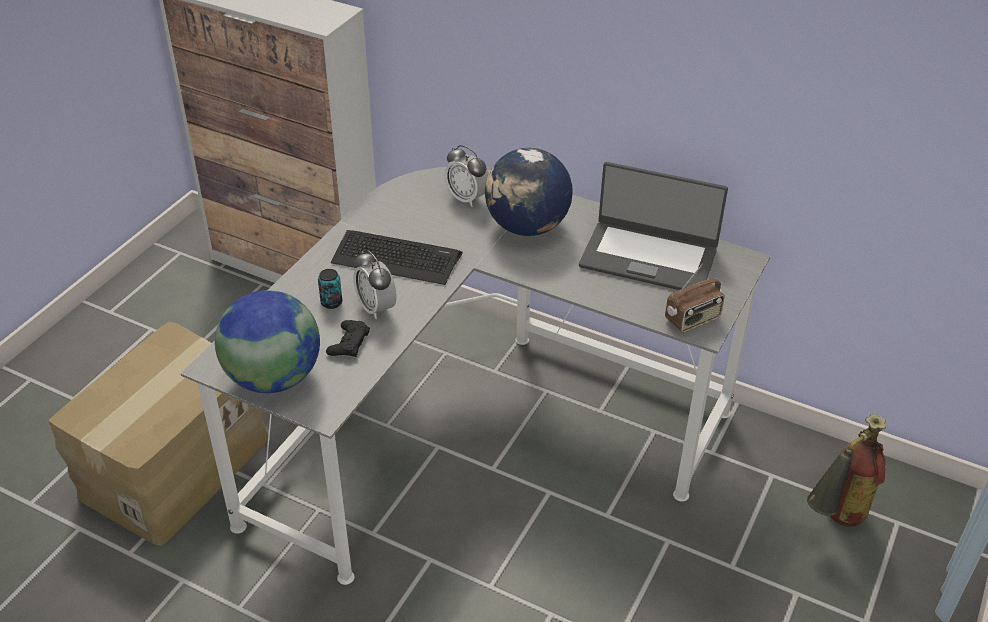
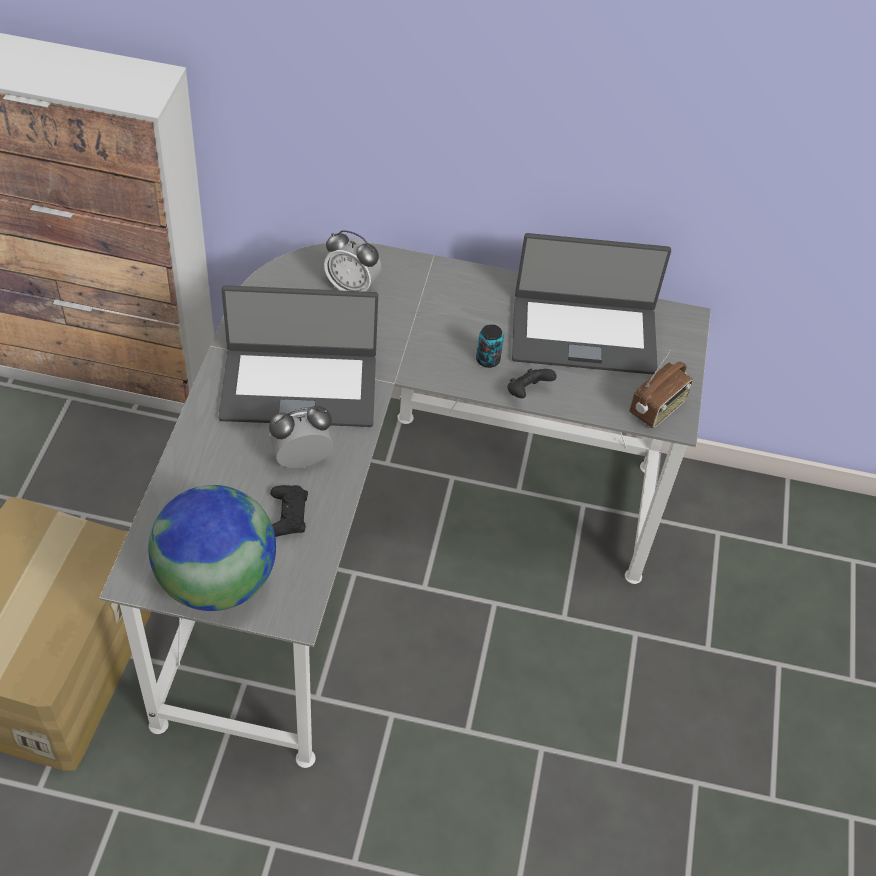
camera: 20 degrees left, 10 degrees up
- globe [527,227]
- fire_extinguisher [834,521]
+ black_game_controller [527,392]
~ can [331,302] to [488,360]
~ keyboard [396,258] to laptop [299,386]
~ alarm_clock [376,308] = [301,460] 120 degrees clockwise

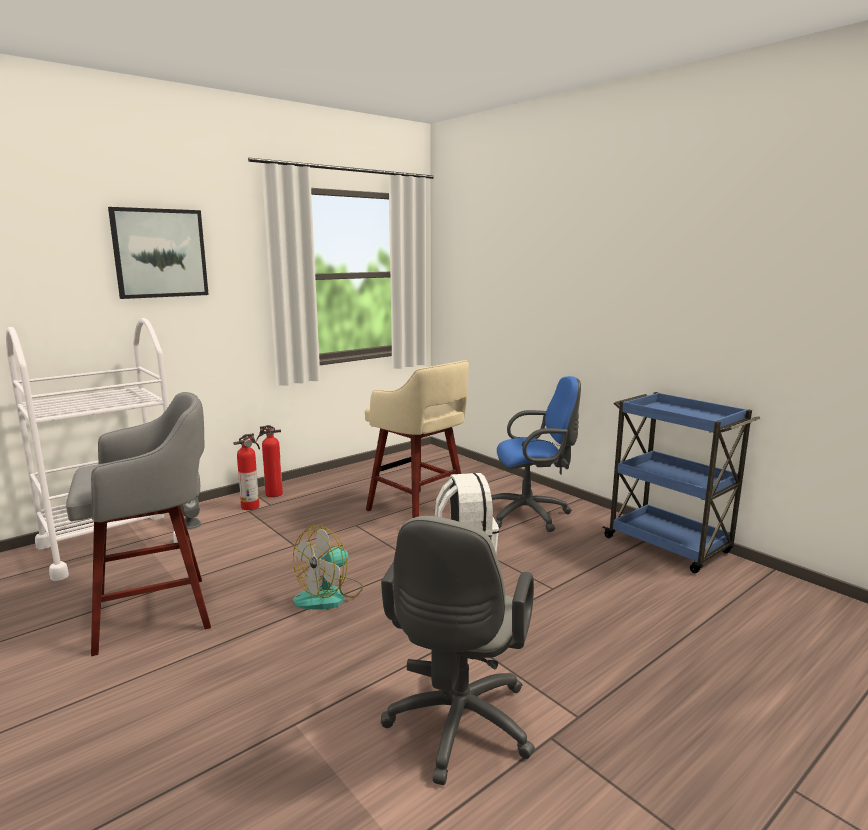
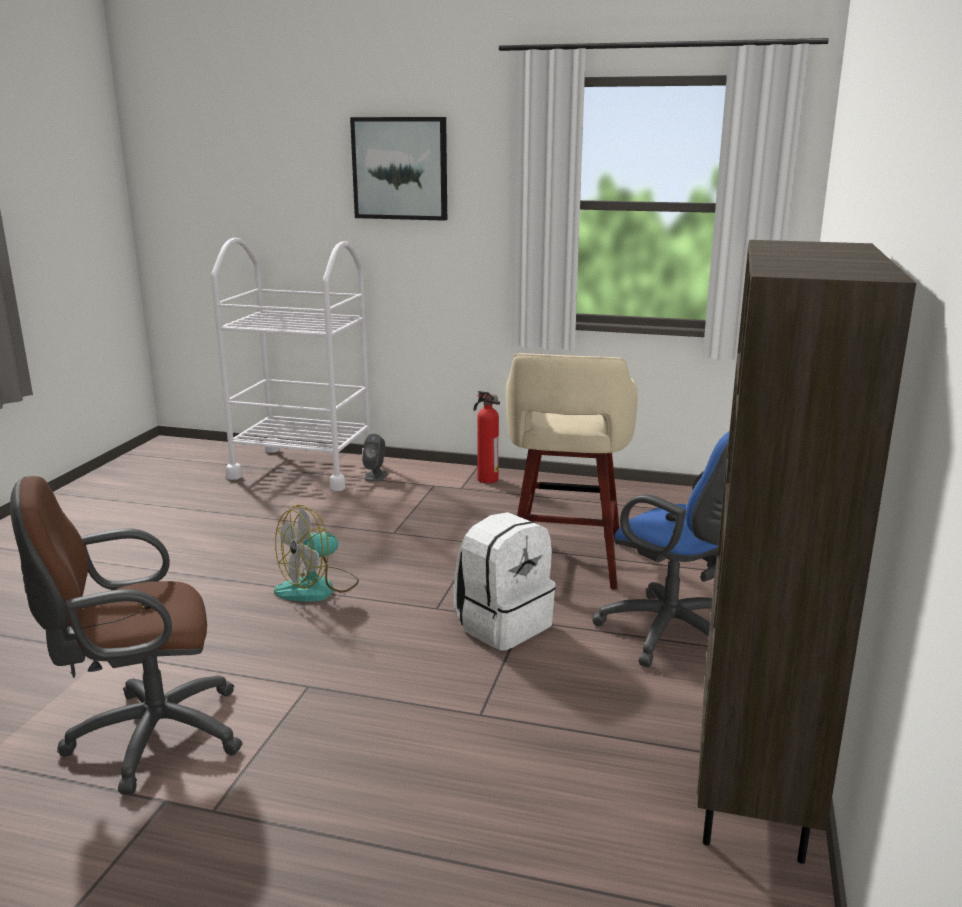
camera: 55 degrees right, 5 degrees up
- grey_stool [157,613]
- fire_extinguisher [251,506]
~ blue_cart [669,546] to brown_bookcase [755,788]
~ grey_office_chair [457,729] to brown_office_chair [147,737]
~ fan [329,595] = [317,587] 45 degrees counterclockwise

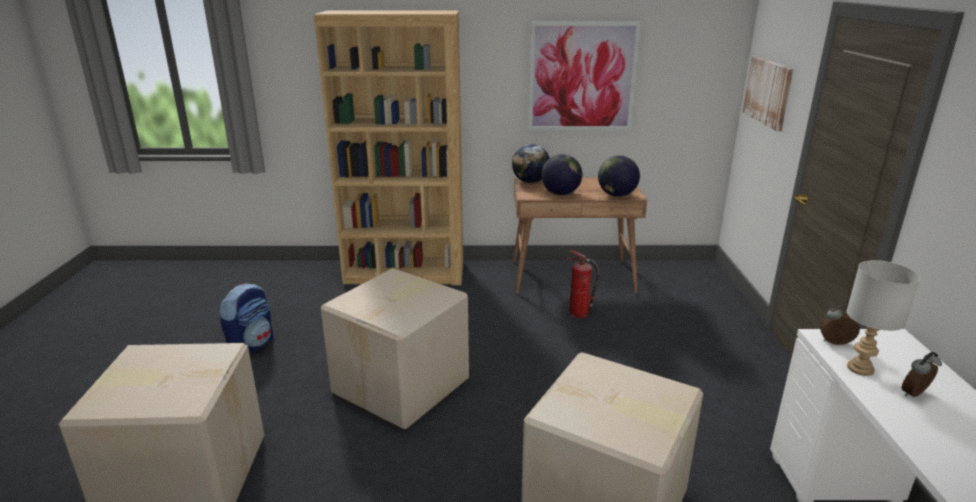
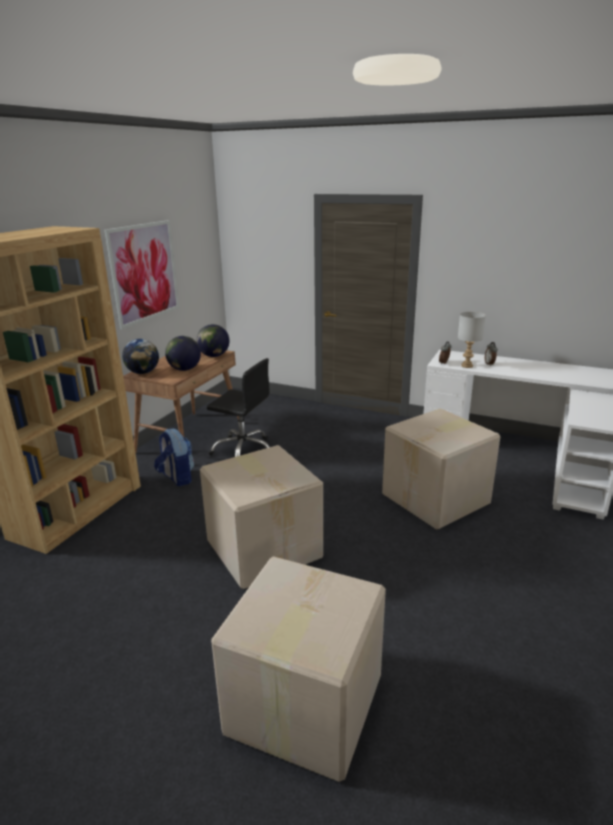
camera: 65 degrees left, 0 degrees up
- picture [768,92]
~ backpack [251,345] to [176,478]
~ fire_extinguisher [579,314] to black_office_chair [243,450]

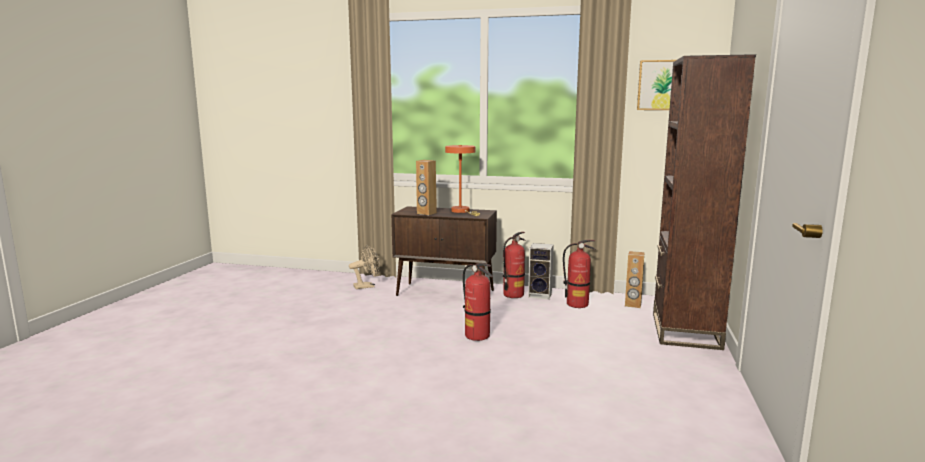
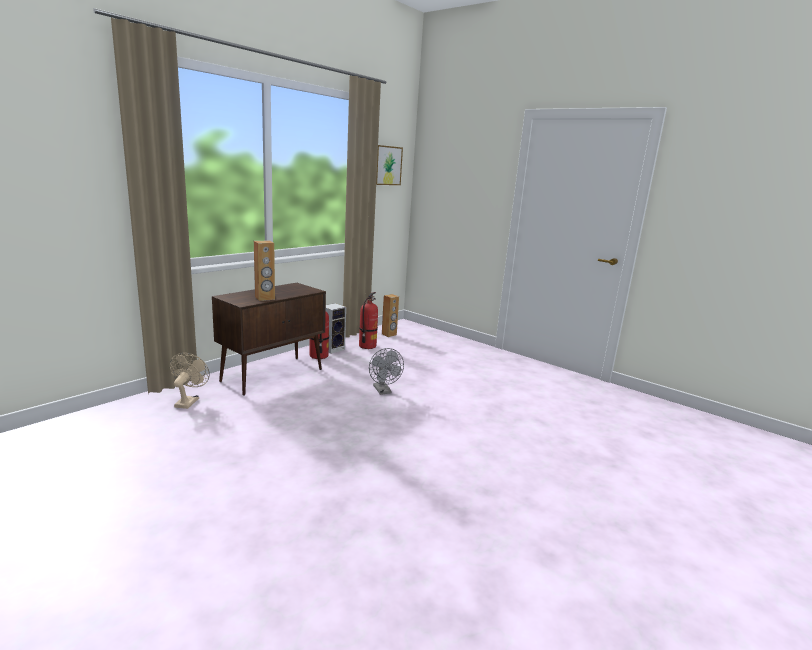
camera: 65 degrees left, 5 degrees up
- orange_table_lamp [462,211]
- brown_bookcase [685,330]
~ fire_extinguisher [477,336] to grey_fan [383,391]

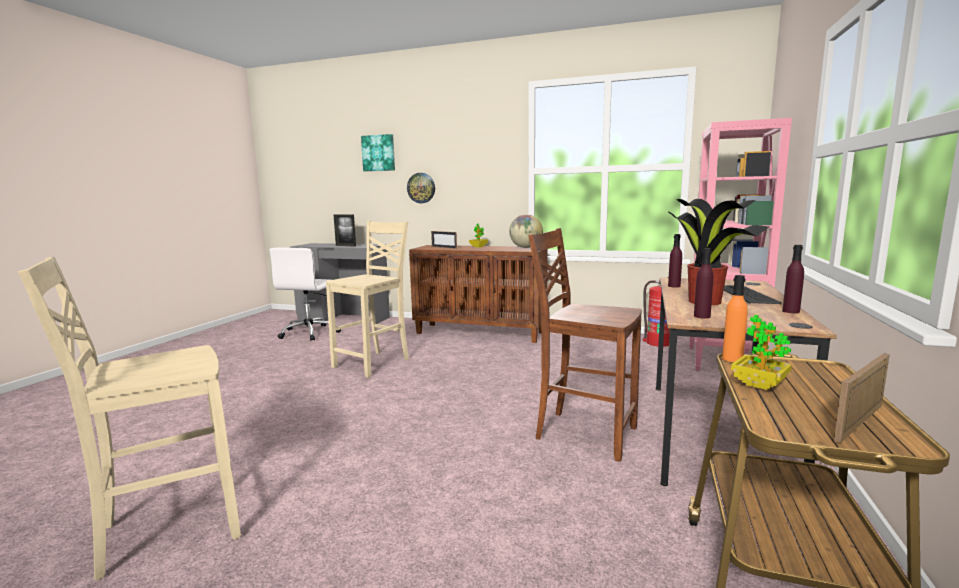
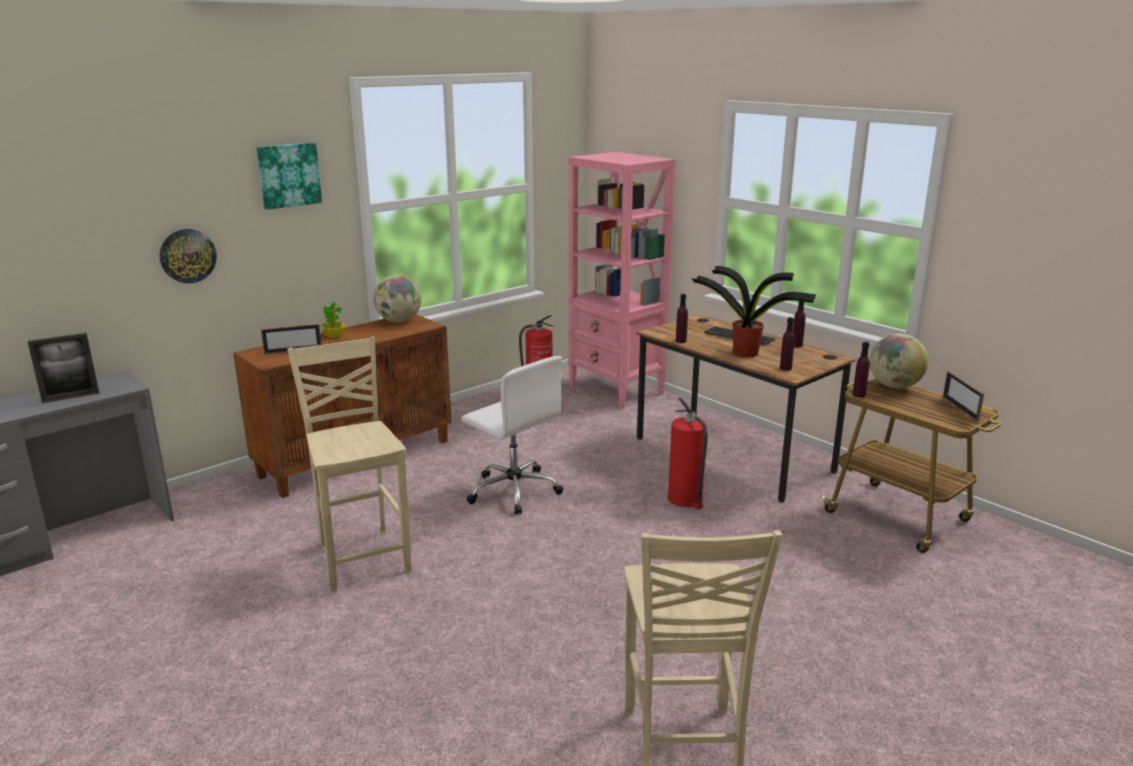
camera: 60 degrees left, 10 degrees up
- potted_plant [759,385]
+ globe [894,386]
~ white_office_chair [310,333] to [513,490]
~ picture [378,153] to [288,175]
~ brown_chair [584,433] to fire_extinguisher [685,499]
~ orange_bottle [732,359] to purple_bottle [859,395]

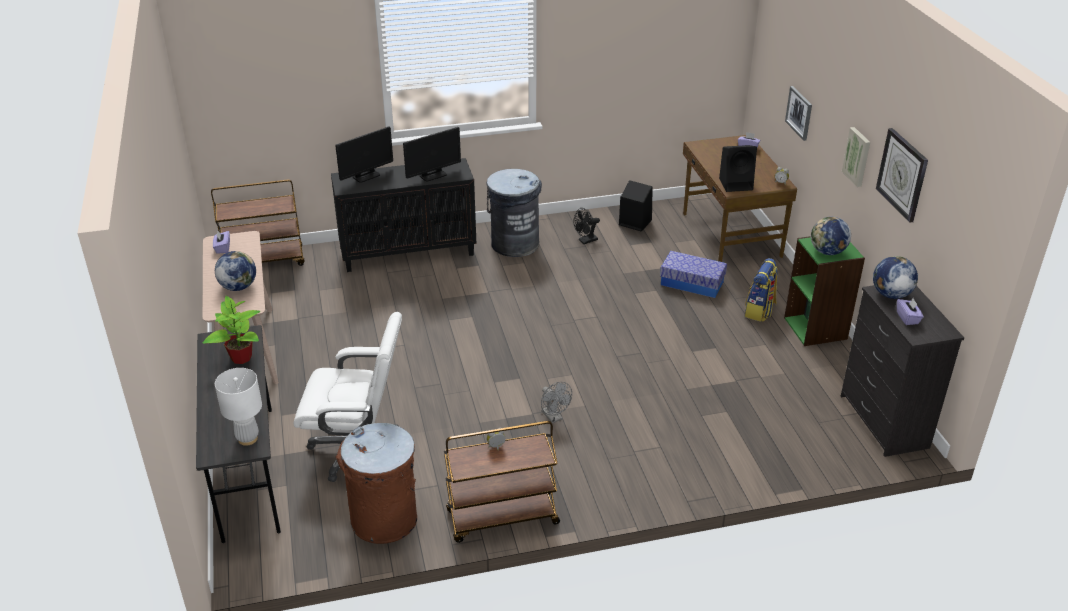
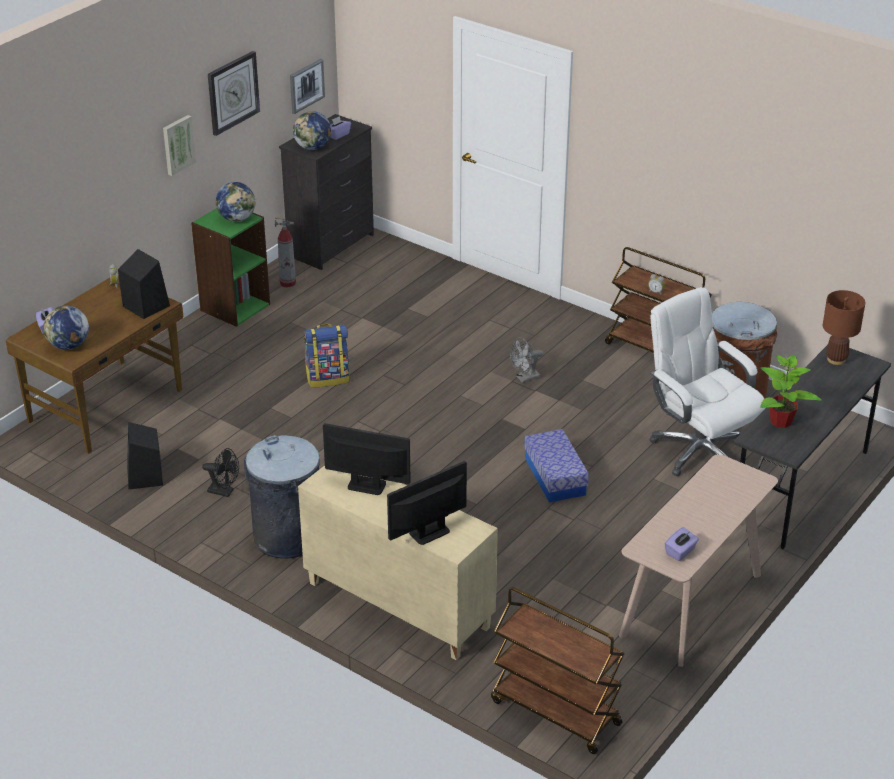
camera: 130 degrees left, 0 degrees up
+ fire_extinguisher [288,283]
~ globe [238,287] to [68,346]
~ storage_box [691,283] to [555,477]
~ backpack [760,311] to [328,378]
~ picture [799,113] to [306,85]
~ white_table_lamp [247,438] to brown_table_lamp [836,360]
~ black_cabinet [409,252] to beige_cabinet [396,605]
~ monitor [366,176] = [429,532] 45 degrees counterclockwise
~ grey_fan [554,417] = [525,378] 135 degrees counterclockwise

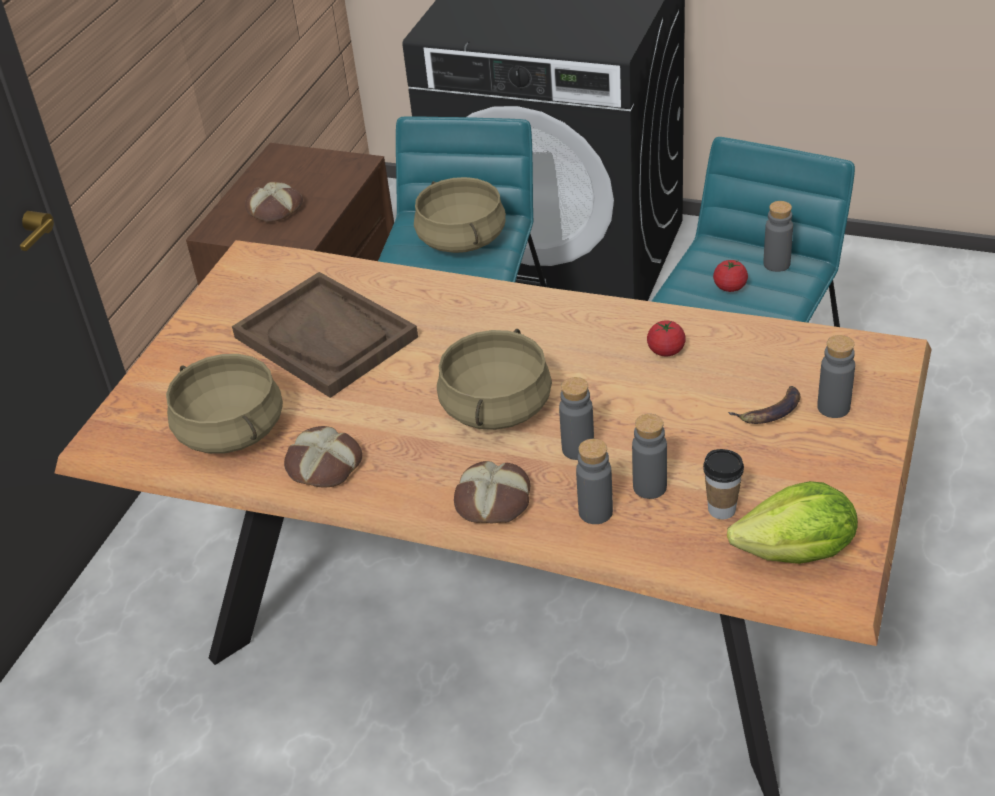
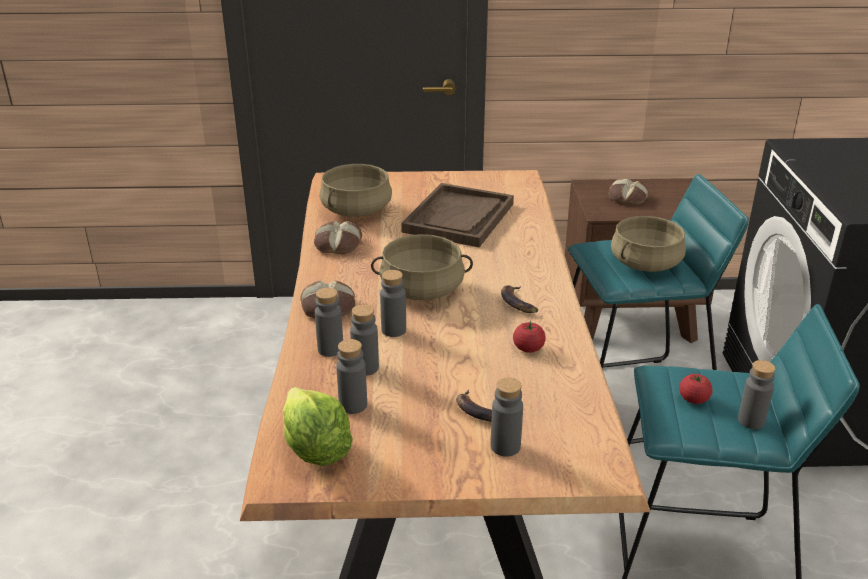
camera: 65 degrees right, 10 degrees down
+ banana [518,303]
~ cup [721,509] to grey_bottle [353,405]

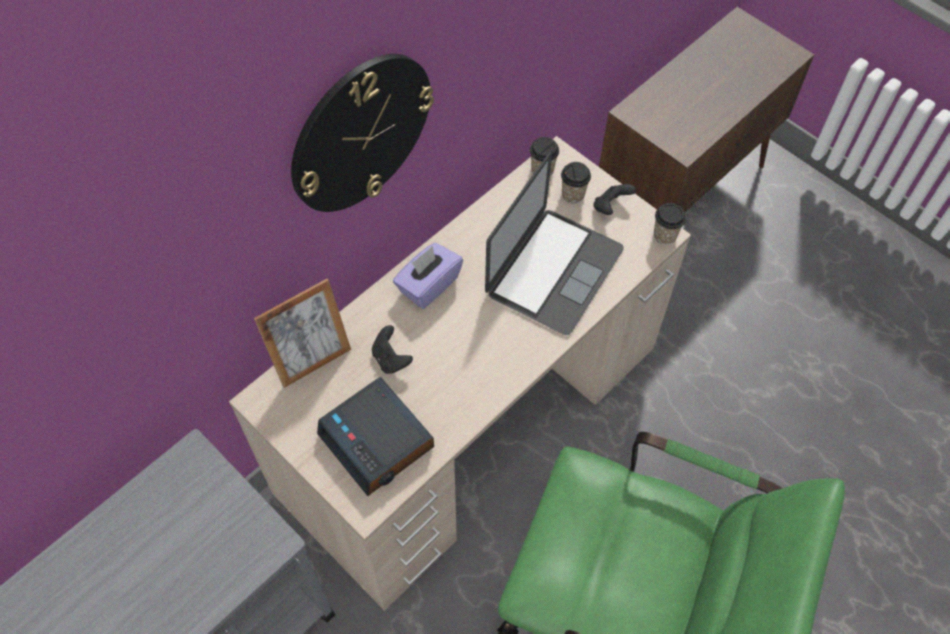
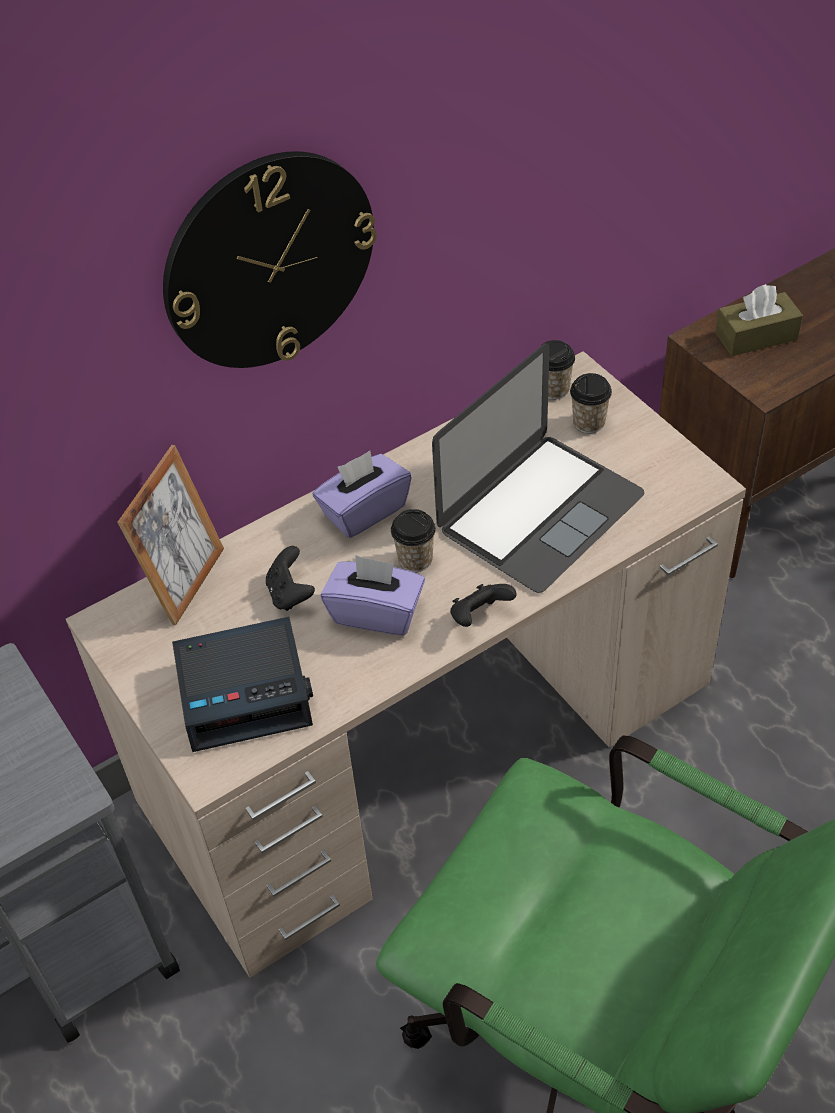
camera: 15 degrees right, 10 degrees down
+ purple_tissue_box [376,612]
+ brown_tissue_box [756,336]
~ black_game_controller [610,207] to [479,616]
~ cup [665,235] to [415,559]
~ picture_frame [312,360] = [186,582] 45 degrees counterclockwise
~ alarm_clock [377,441] = [246,692] 75 degrees counterclockwise

